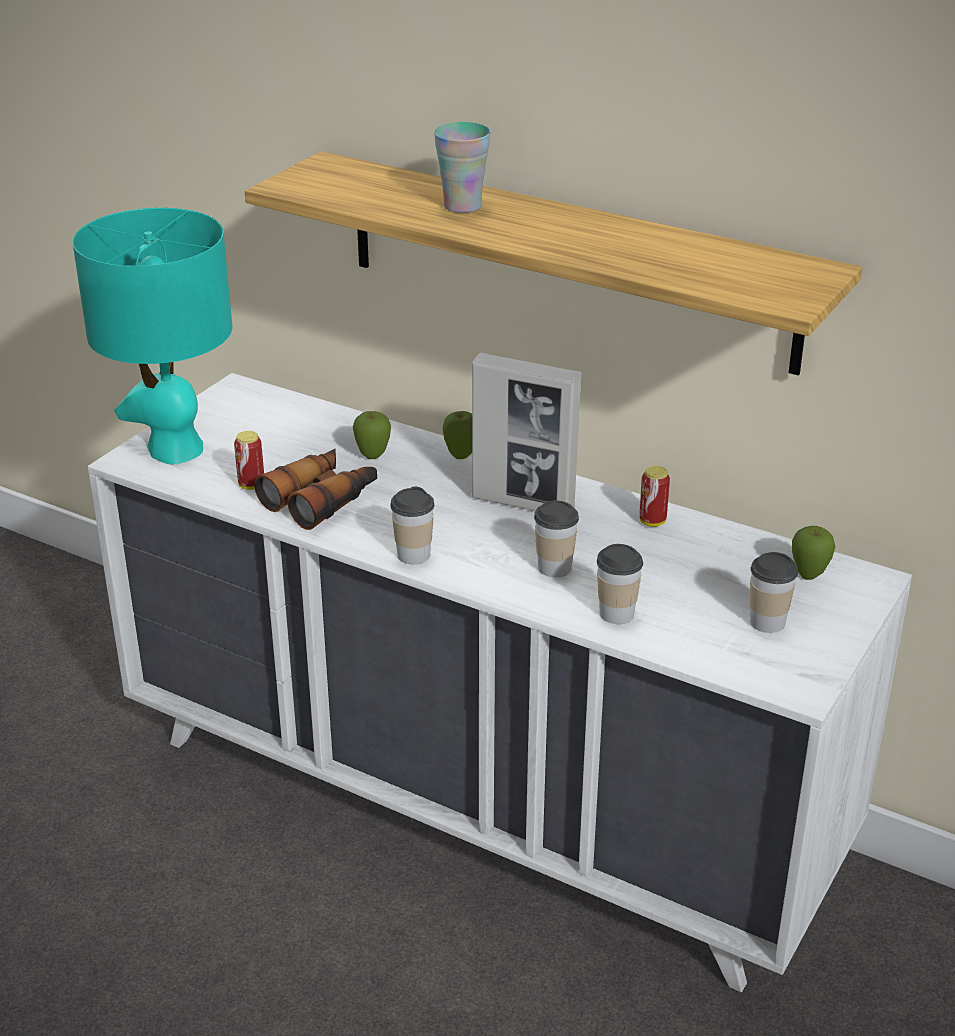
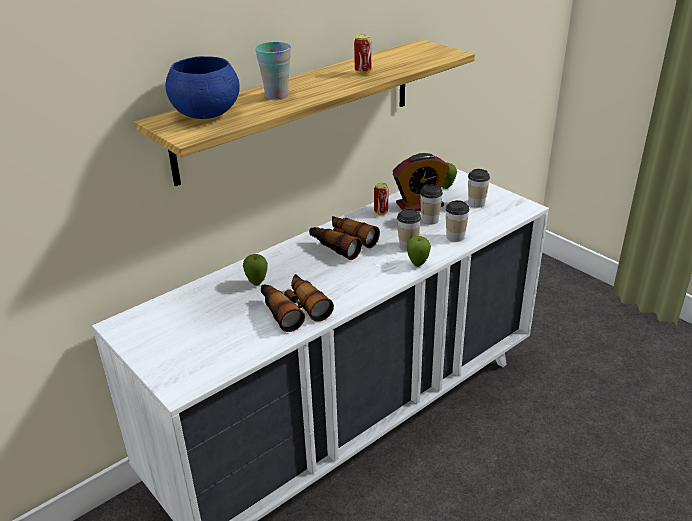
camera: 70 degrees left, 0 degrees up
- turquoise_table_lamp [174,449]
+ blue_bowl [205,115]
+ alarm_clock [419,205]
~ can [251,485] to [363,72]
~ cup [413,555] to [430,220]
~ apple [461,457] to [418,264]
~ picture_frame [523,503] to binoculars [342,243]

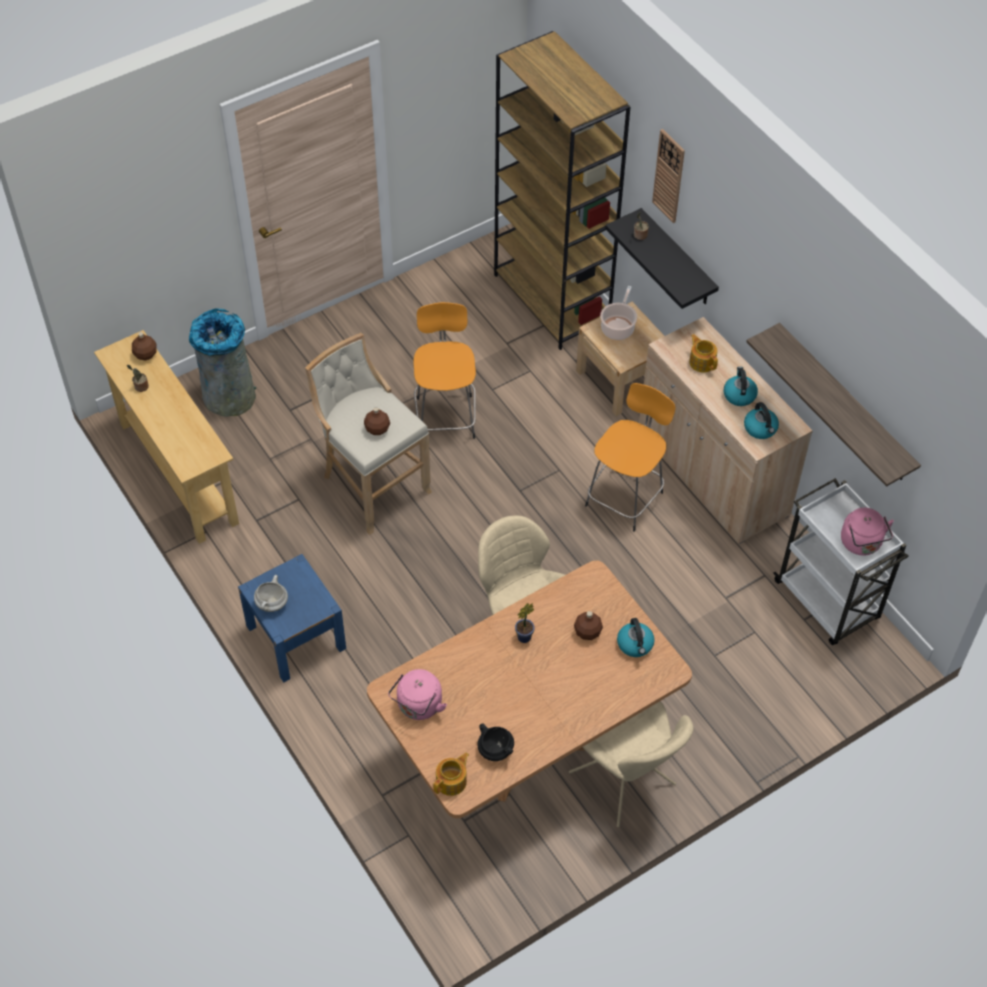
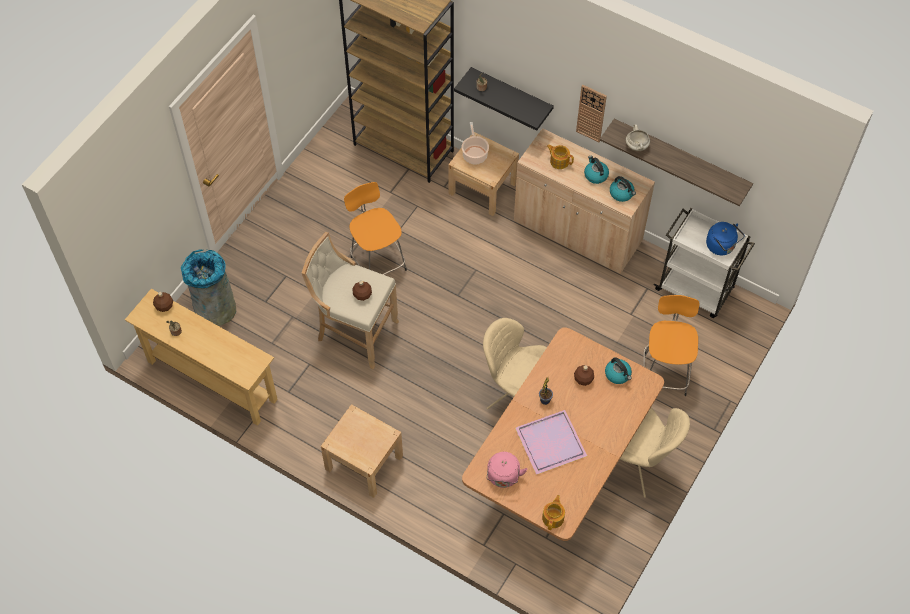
camera: 25 degrees left, 5 degrees up
- black_cooking_pot [495,750]
+ purple_tray [549,442]
~ white_cooking_pot [272,604] to [637,146]
~ orange_stool [625,497] to [665,372]
~ wall_clock [669,176] to [591,113]
~ blue_nightstand [296,637] to beige_nightstand [364,462]
~ pink_kettle [862,544] to blue_kettle [722,246]

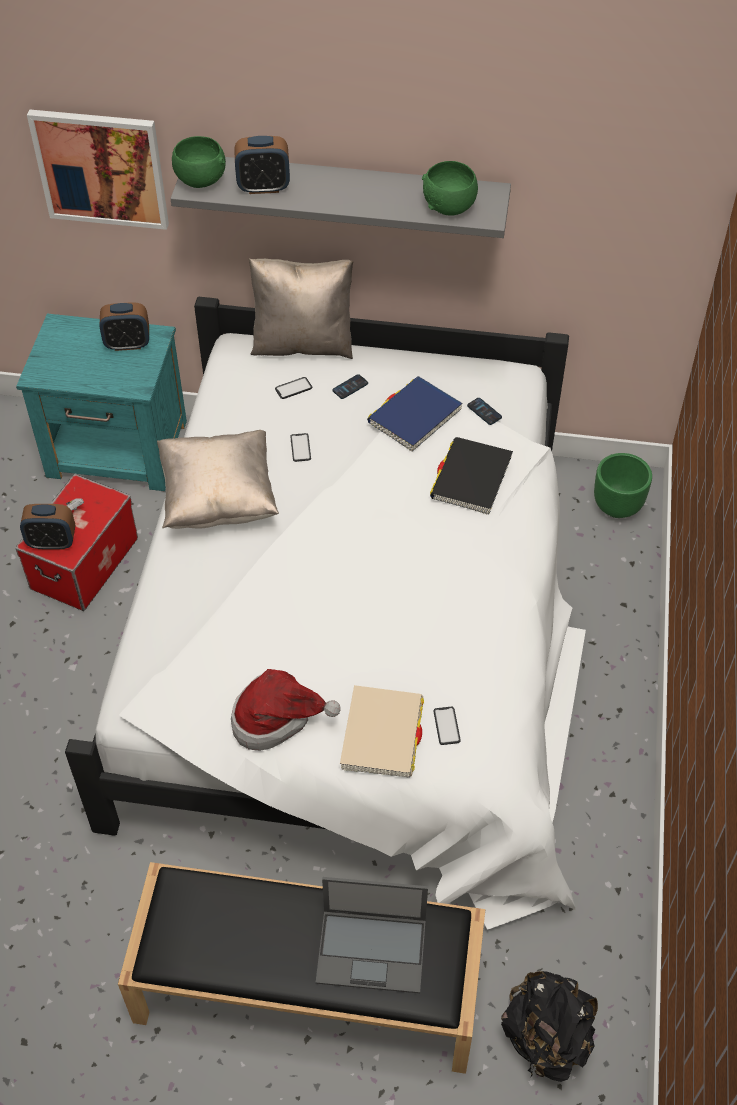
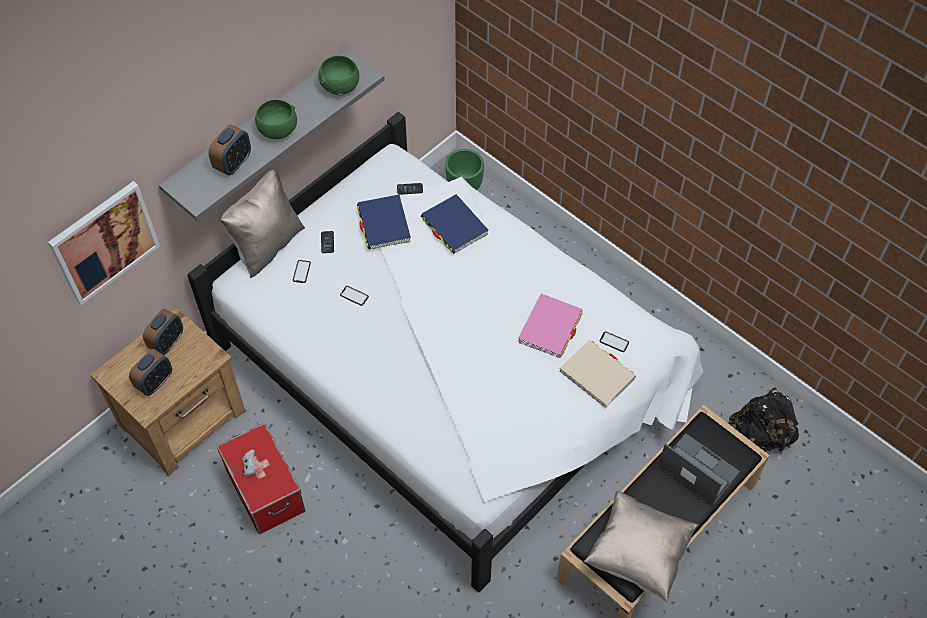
camera: 55 degrees left, 5 degrees up
- hat [277,718]
+ pink_book [550,328]
~ alarm_clock [52,542] to [155,382]
~ beige_pillow [219,499] to [638,553]
~ green_bowl [200,180] to [277,131]
~ turquoise_nightstand [119,450] to brown_nightstand [184,418]
~ black_book [471,478] to blue_book [454,226]
~ laptop [373,950] = [697,469] 90 degrees counterclockwise

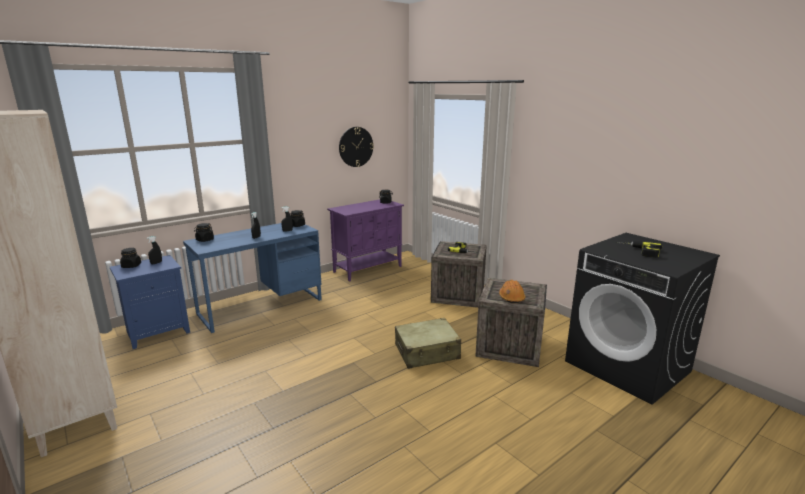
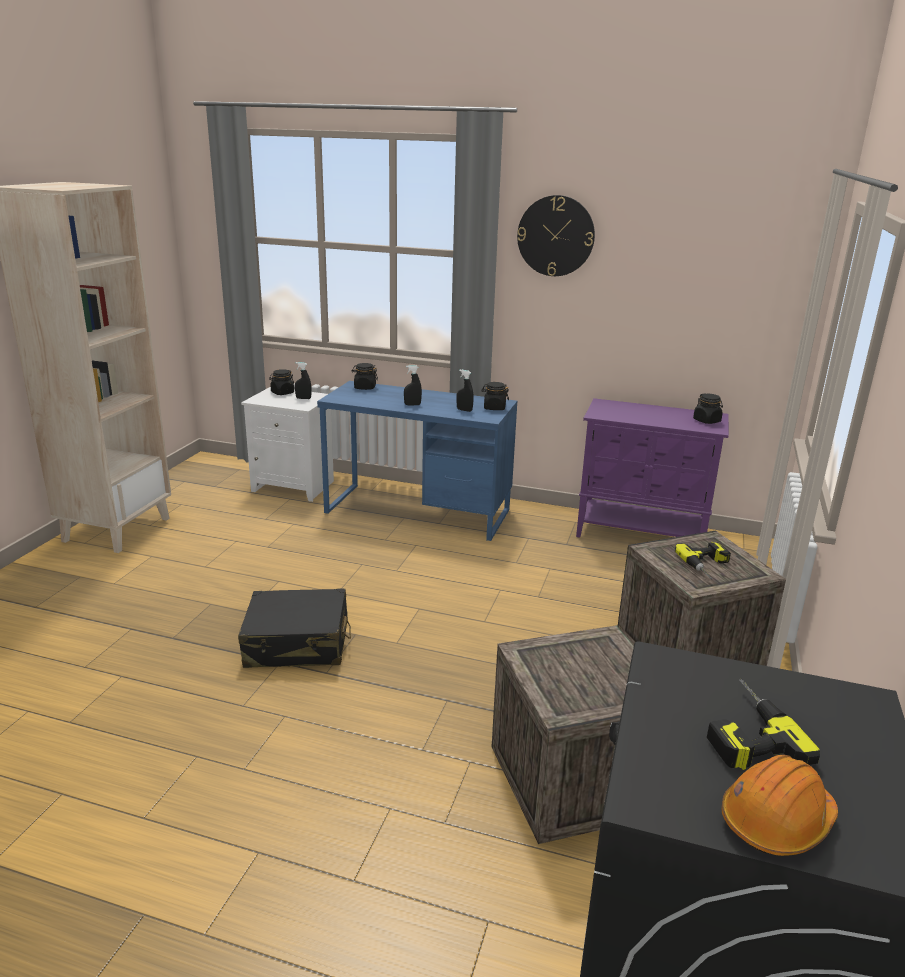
camera: 55 degrees right, 5 degrees up
- beige_suitcase [427,352]
+ black_suitcase [297,644]
~ wall_clock [356,147] to [555,236]
~ orange_hard_hat [511,298] to [776,821]
~ blue_nightstand [158,332] to white_nightstand [295,486]

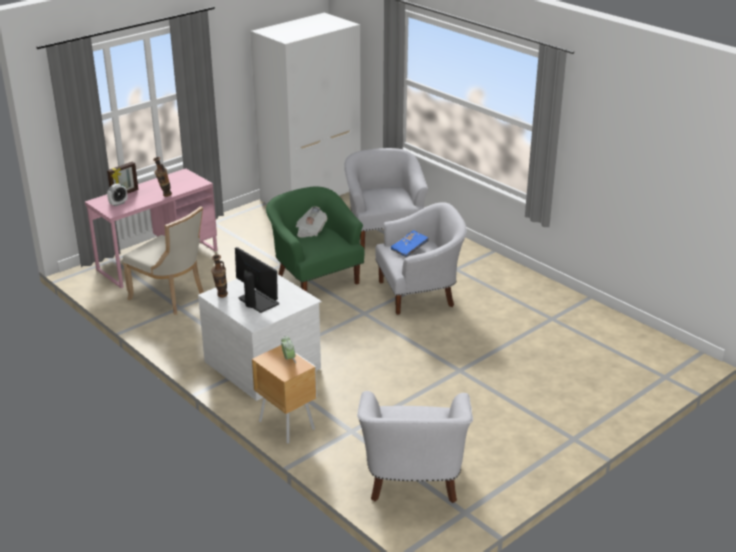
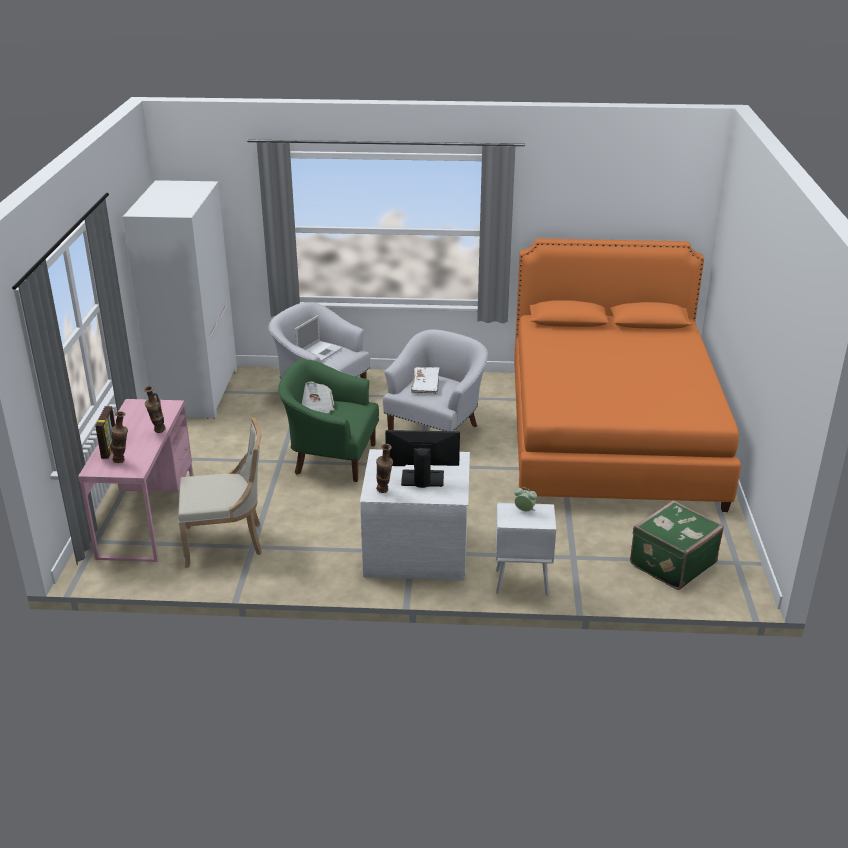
camera: 45 degrees left, 0 degrees up
+ laptop [319,351]
+ orange_bed [610,435]
~ alarm_clock [118,203] to vase [123,461]
~ white_armchair [413,480] to green_suitcase [671,563]
~ brown_nightstand [286,424] to white_nightstand [520,583]
~ blue_book [409,249] to white_book [425,386]

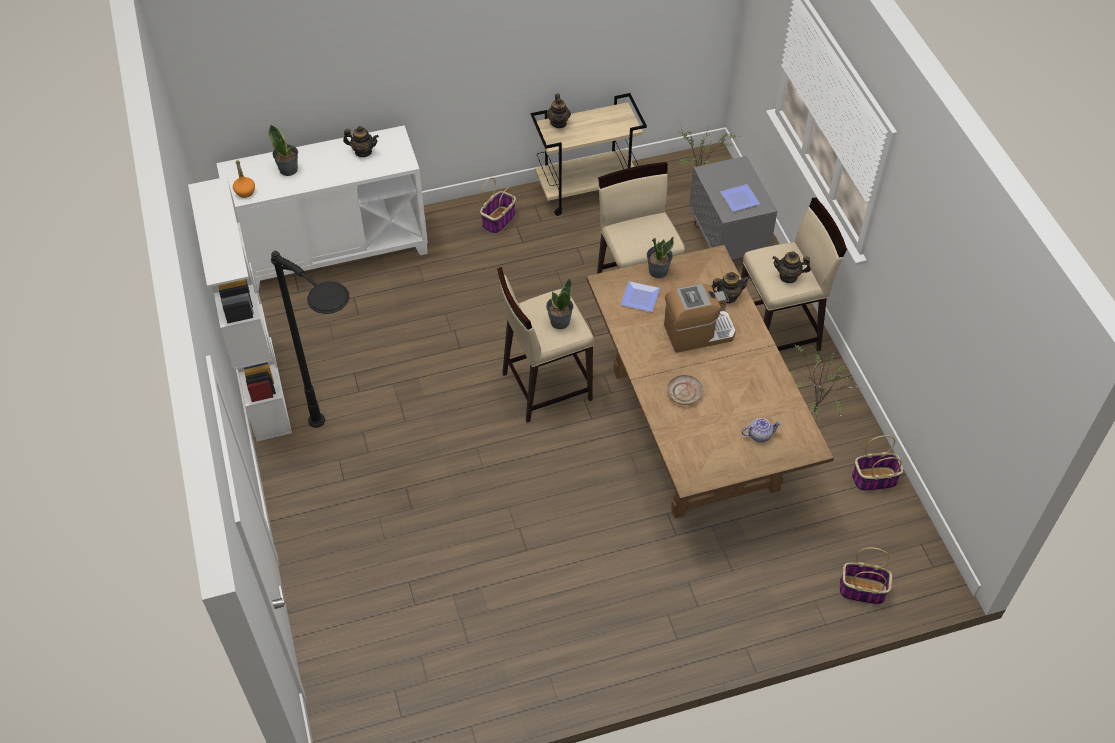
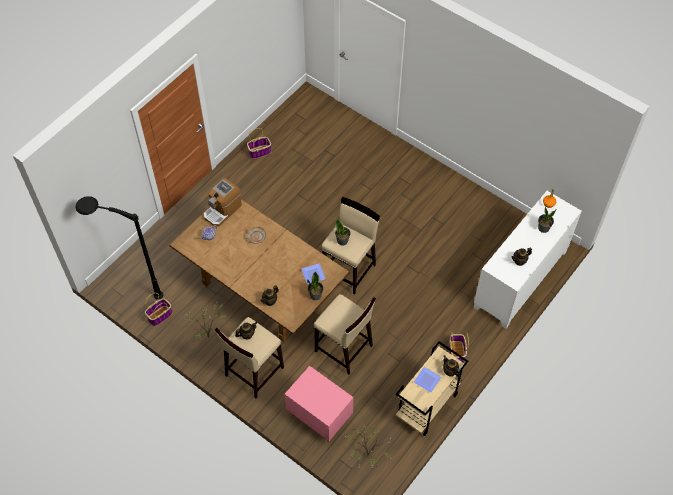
camera: 145 degrees right, 5 degrees up
- white_bookcase [263,388]
~ black_floor_lamp [350,453] to [129,290]
~ coffee_machine [698,333] to [222,210]
~ plate [738,199] to [428,380]
~ basket [861,590] to [260,152]
~ grey_nightstand [727,244] to pink_nightstand [319,417]

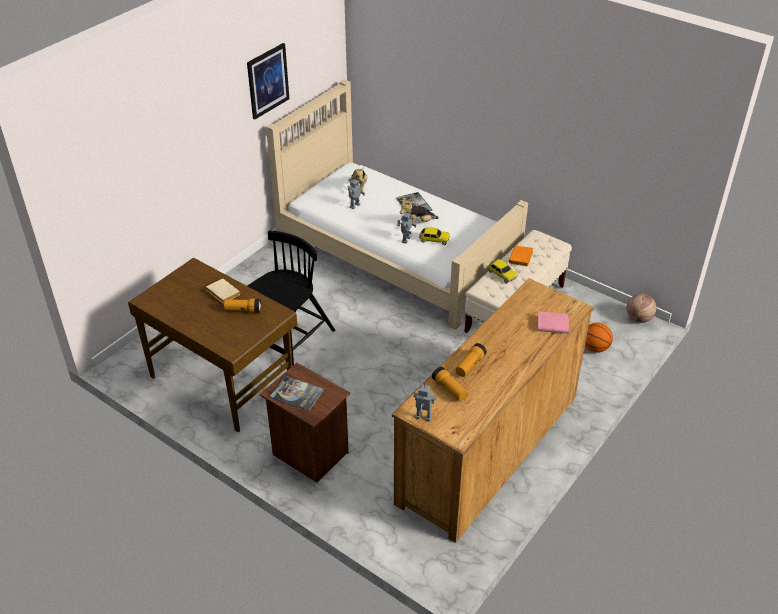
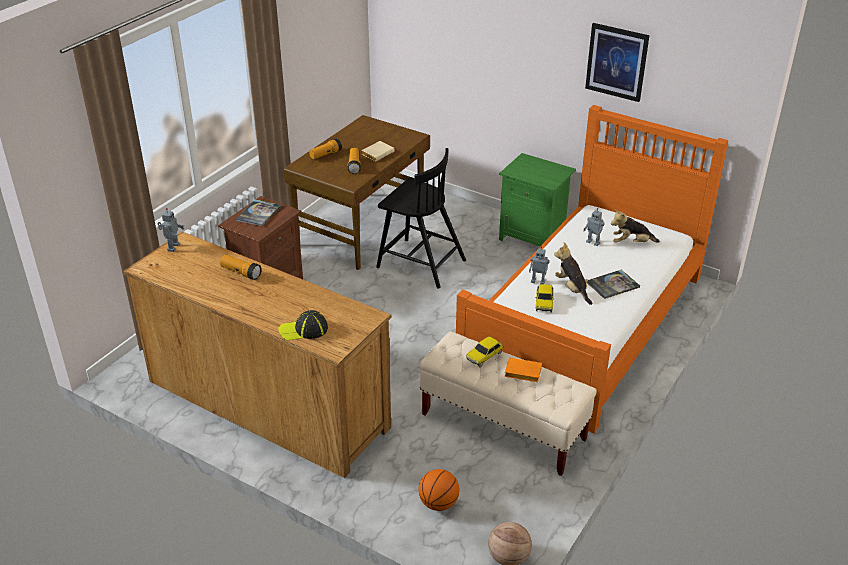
camera: 85 degrees right, 5 degrees down
+ green_nightstand [532,237]
~ flashlight [449,389] to [325,155]
~ pink_book [553,324] to cap [303,330]
~ beige_bed [396,253] to orange_bed [585,323]

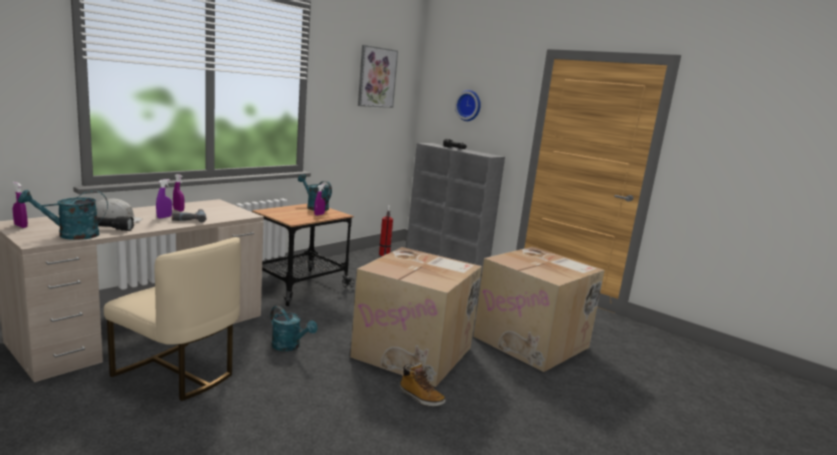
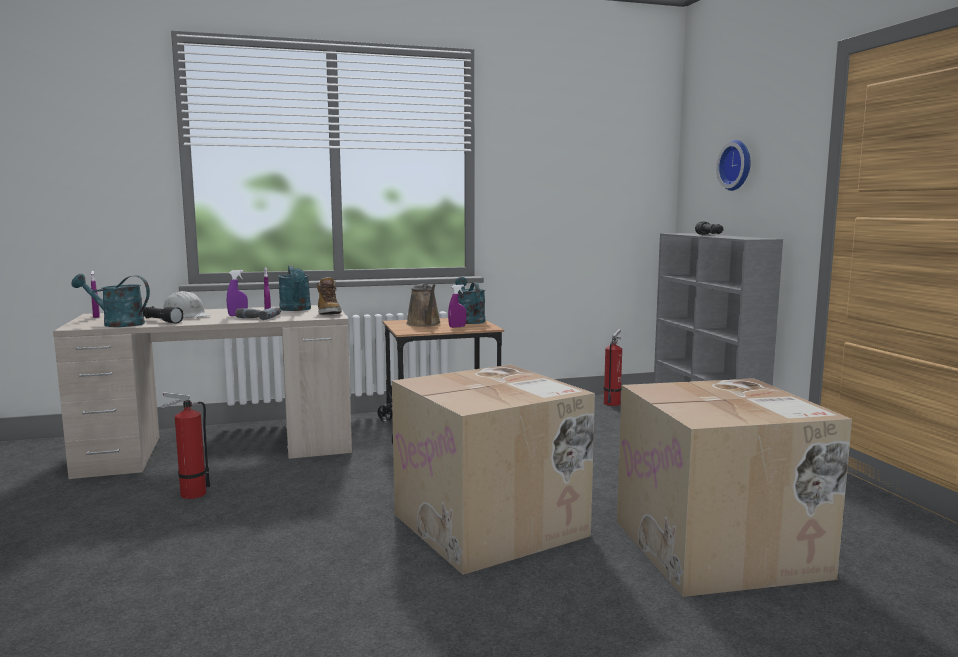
camera: 35 degrees right, 5 degrees down
- picture [376,77]
+ brown_watering_can [424,324]
~ turquoise_watering_can [290,346] to [296,309]
~ boot [420,397] to [328,313]
~ beige_chair [178,373] to fire_extinguisher [189,494]

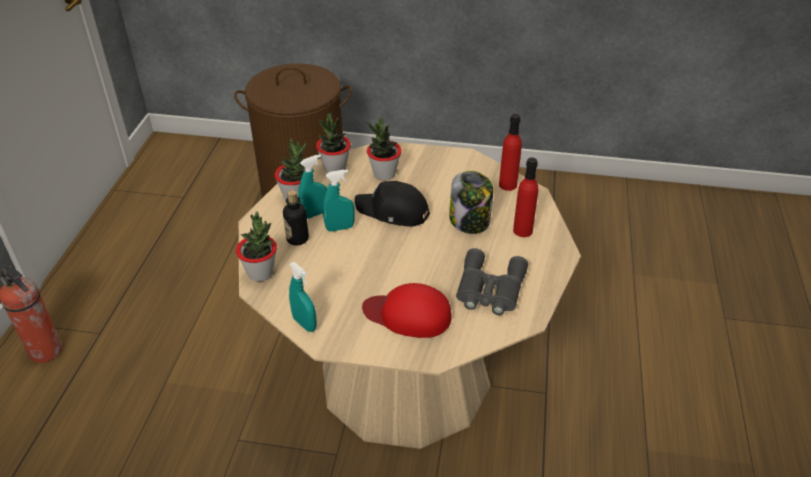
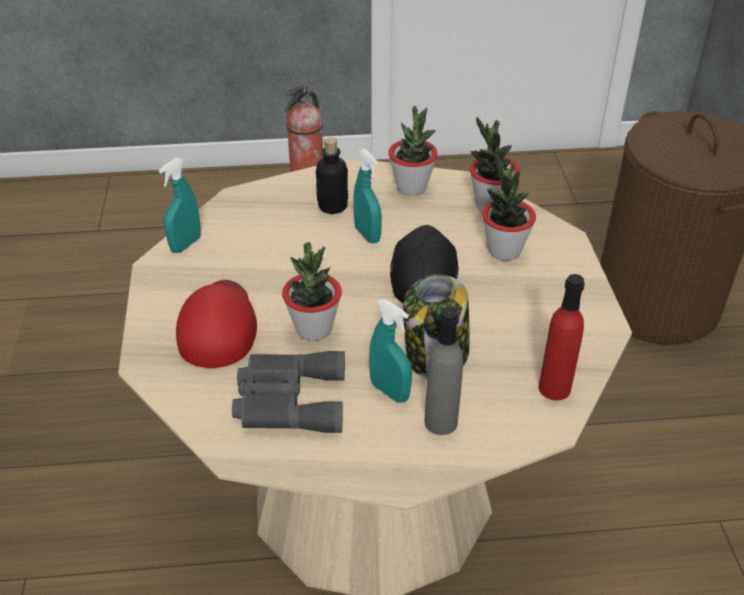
camera: 75 degrees right, 0 degrees up
~ potted_plant [260,273] to [314,329]
~ turquoise_spray_bottle [315,214] to [389,391]
~ red_bottle [522,230] to grey_bottle [441,422]

